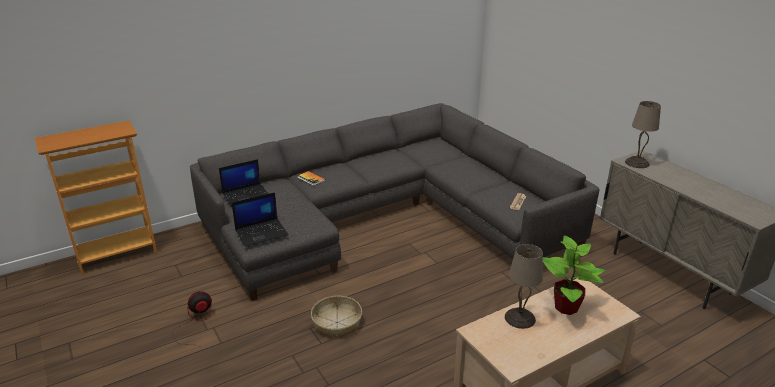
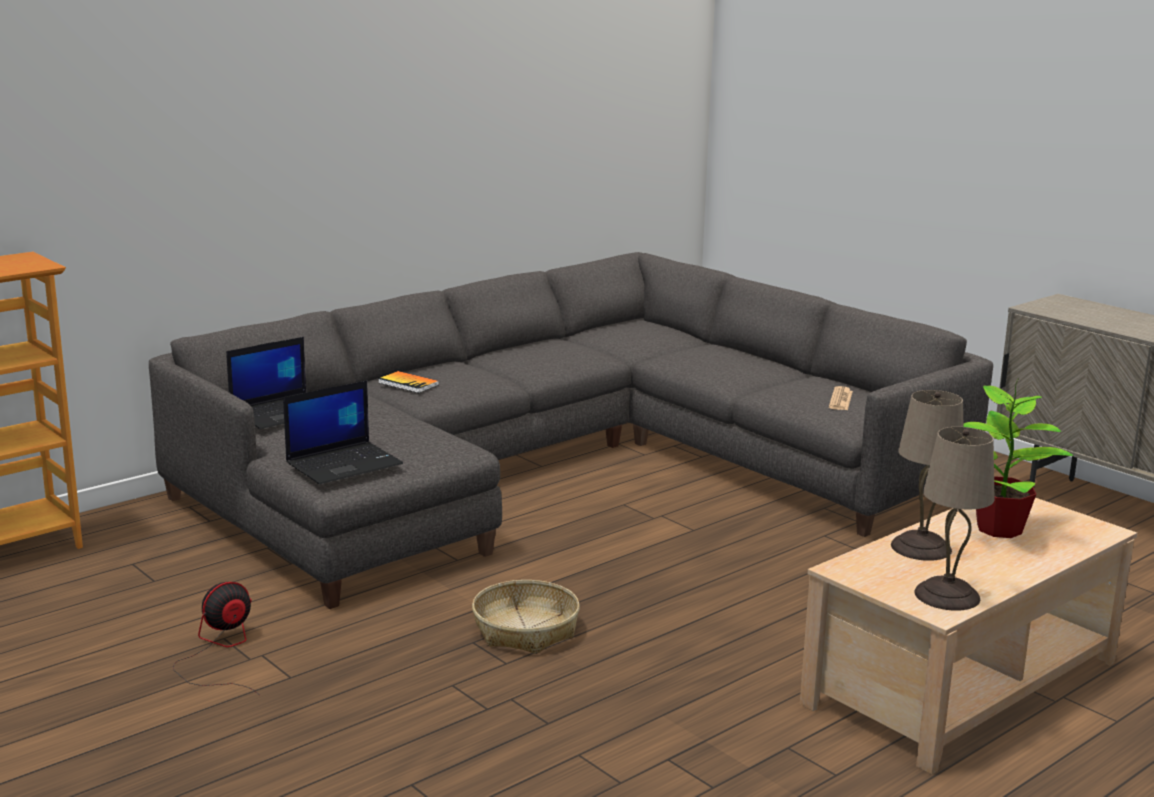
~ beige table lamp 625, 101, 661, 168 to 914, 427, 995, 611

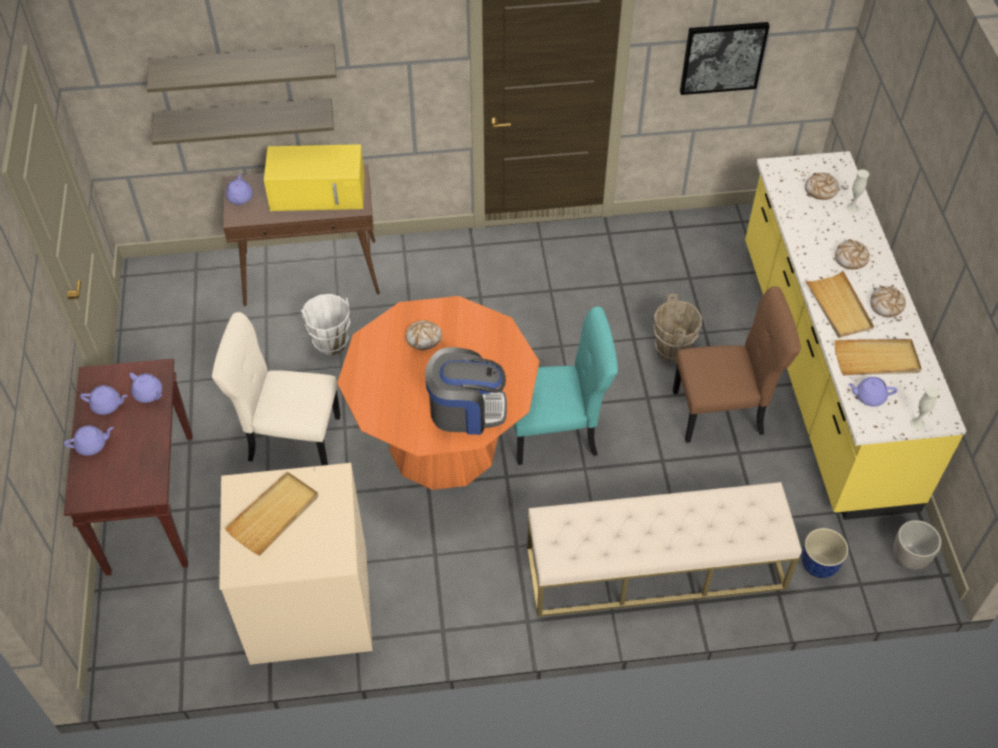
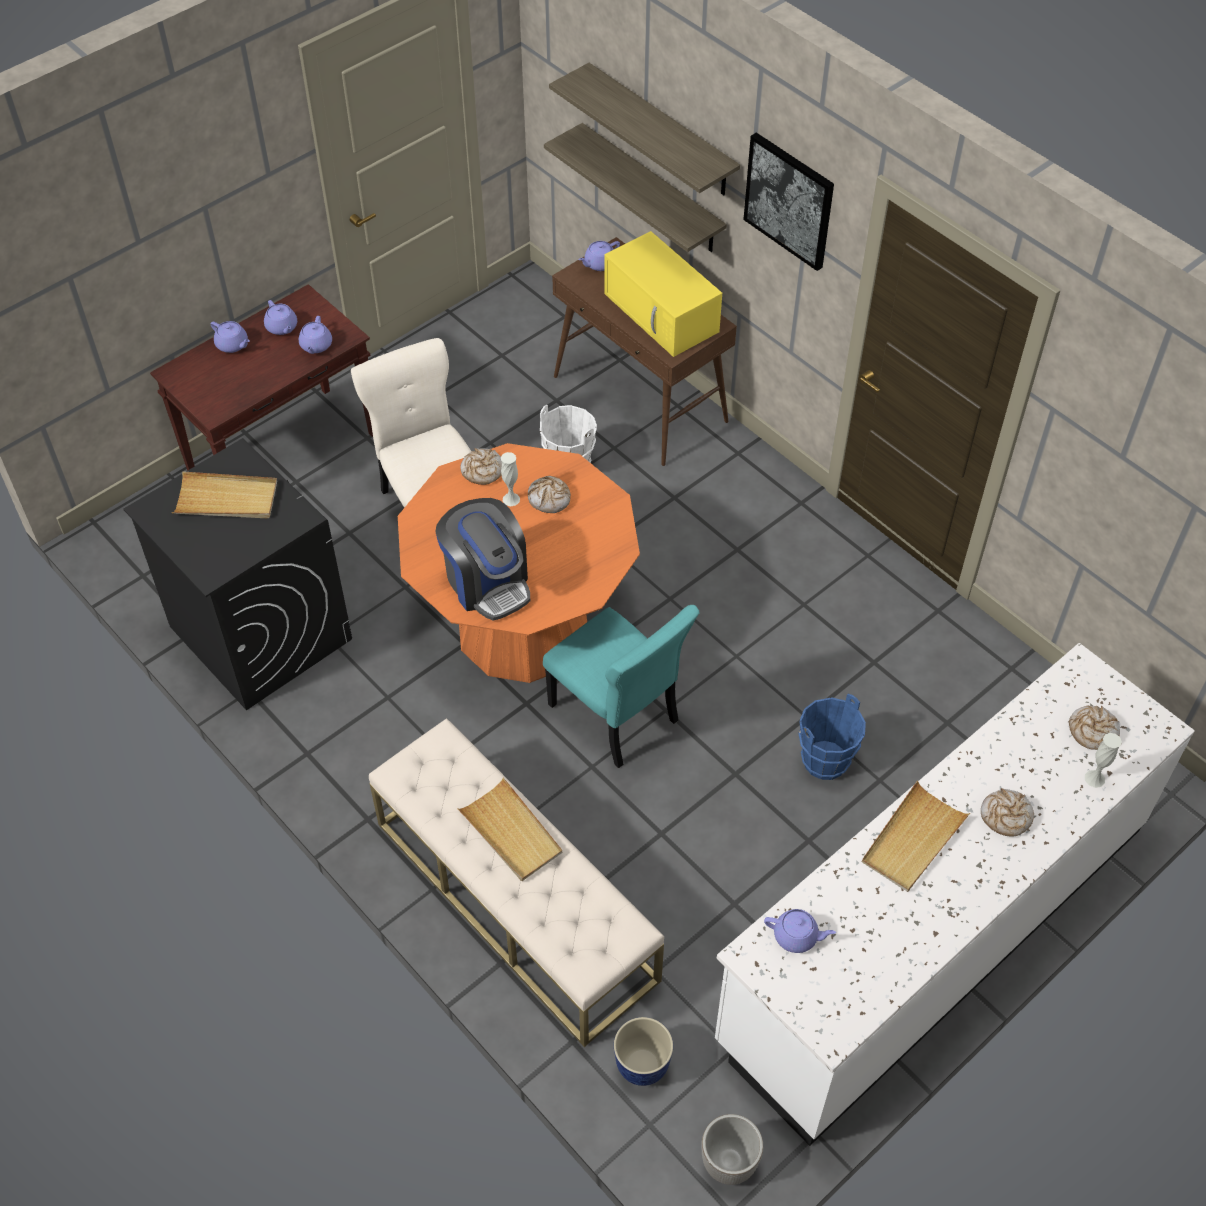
~ beige washing machine 219, 463, 373, 665 to black washing machine 123, 438, 352, 710
~ beige tray 834, 339, 922, 376 to 457, 777, 562, 881
~ bread 870, 286, 906, 317 to 460, 448, 502, 485
~ white vase 909, 386, 939, 430 to 501, 452, 520, 506
~ yellow counter 745, 151, 966, 520 to white counter 715, 643, 1195, 1146
~ picture 680, 22, 769, 95 to 743, 133, 834, 271
~ purple teapot 848, 377, 897, 407 = 764, 909, 836, 953 135 degrees clockwise
~ brown bucket 653, 293, 702, 362 to blue bucket 798, 694, 866, 780
- brown chair 673, 286, 801, 443

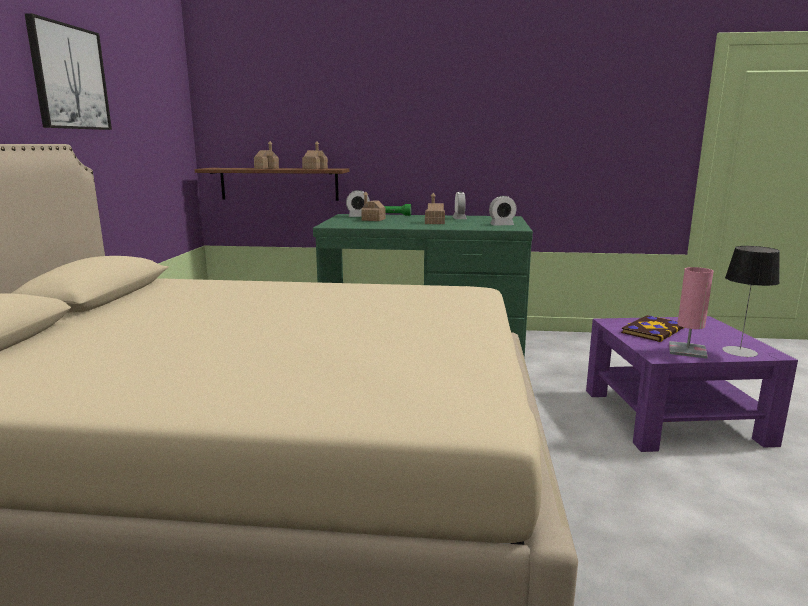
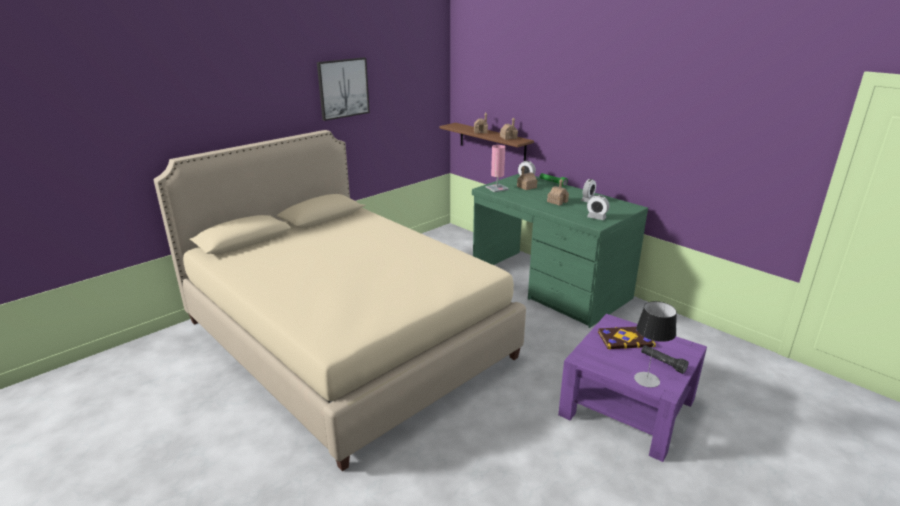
~ pink table lamp 669, 267, 713, 359 to 485, 145, 509, 192
+ black flashlight 641, 345, 688, 374

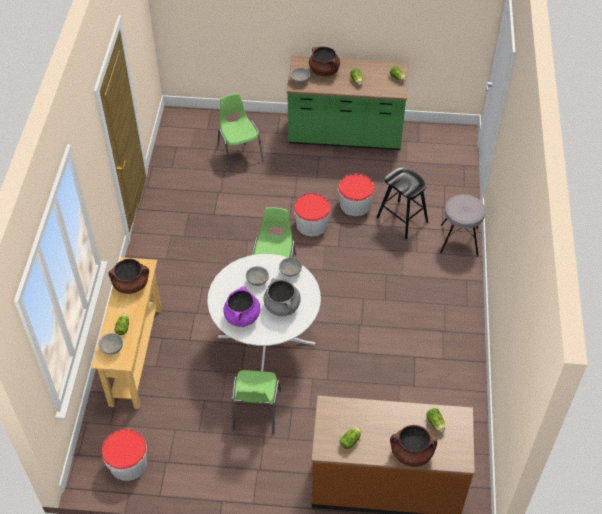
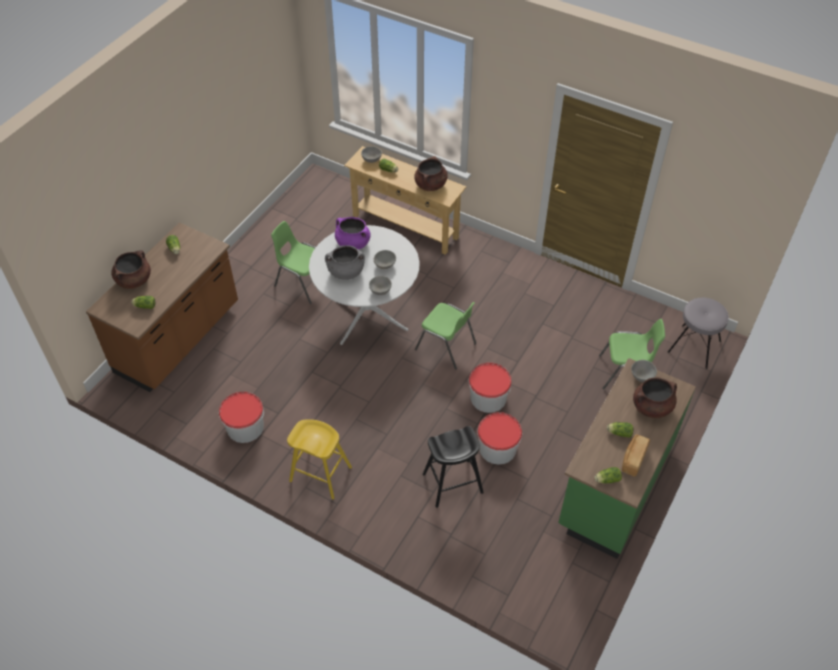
~ bucket 101, 429, 147, 481 to 219, 392, 264, 443
+ yellow stool 287, 419, 352, 499
+ bread 622, 434, 650, 477
~ grey stool 440, 195, 485, 256 to 668, 298, 729, 369

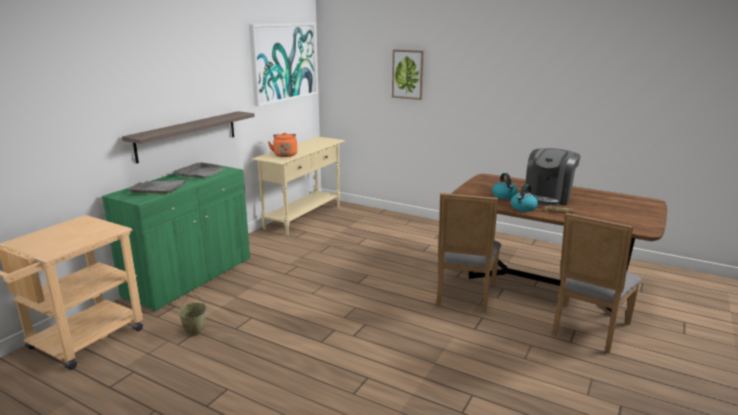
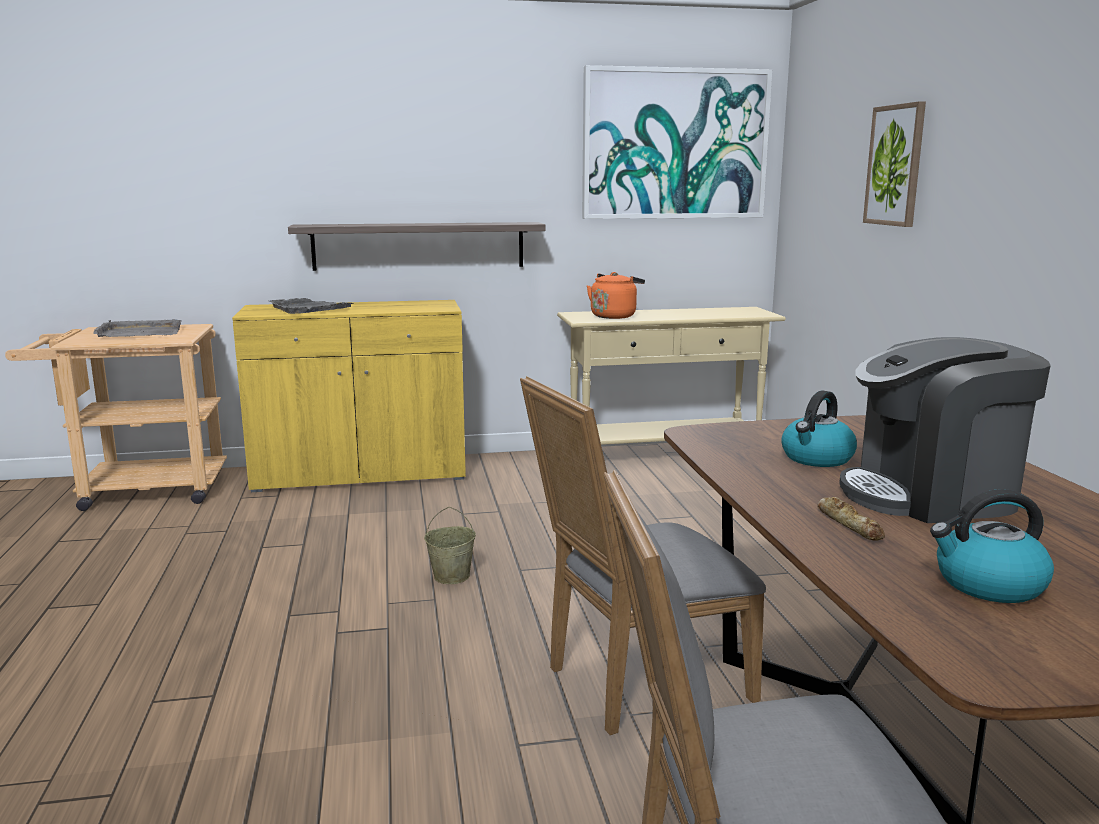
~ grey tray 174, 163, 226, 178 to 93, 319, 181, 337
~ green cabinet 102, 163, 250, 312 to yellow cabinet 232, 300, 466, 492
~ beige bucket 178, 295, 207, 336 to 424, 507, 476, 584
~ kettle 511, 184, 538, 211 to 930, 489, 1054, 603

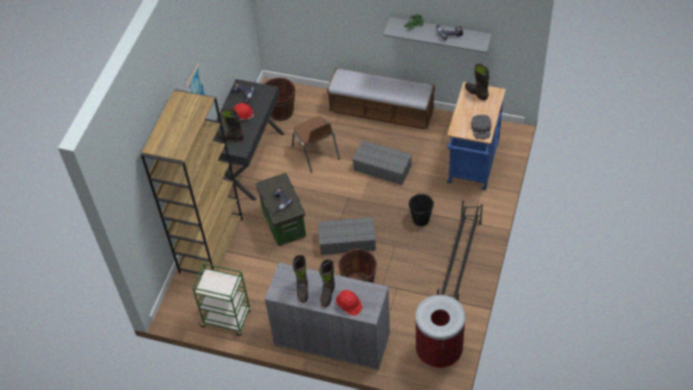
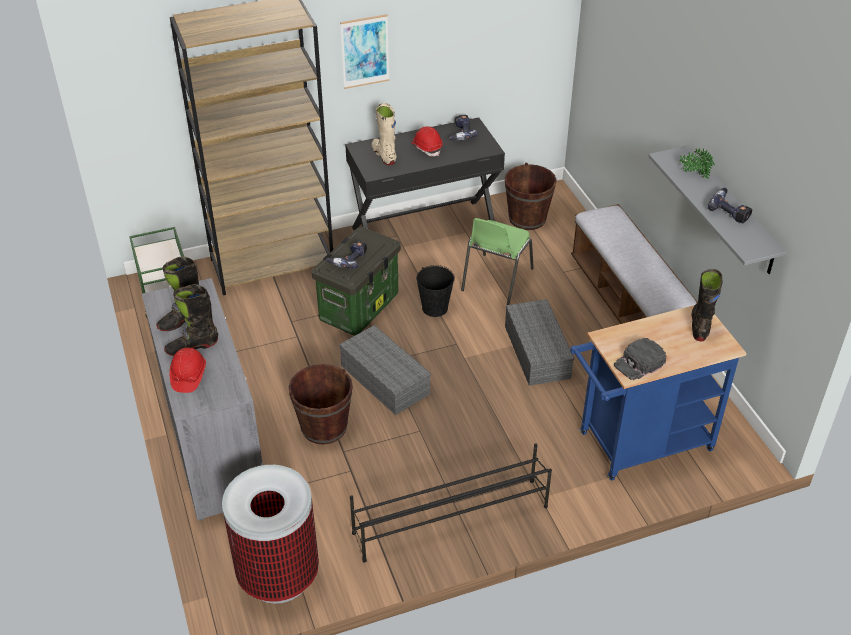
~ black boot 216, 109, 244, 142 to beige boot 371, 103, 397, 165
~ black bucket 408, 194, 434, 226 to 416, 265, 455, 317
~ brown chair 292, 116, 340, 173 to green chair 461, 218, 534, 305

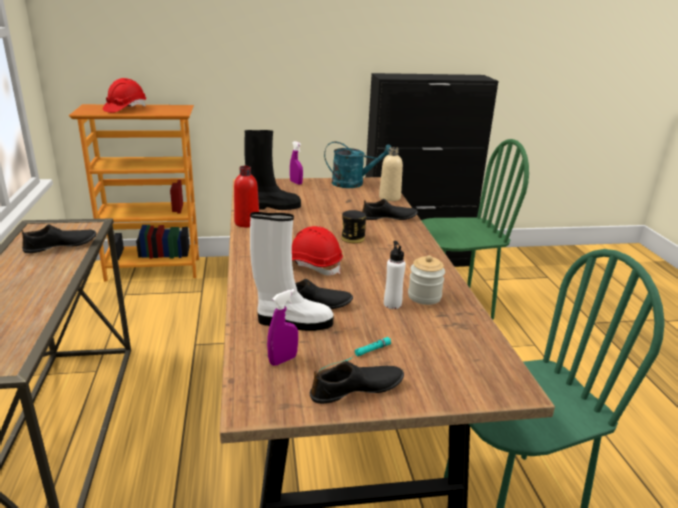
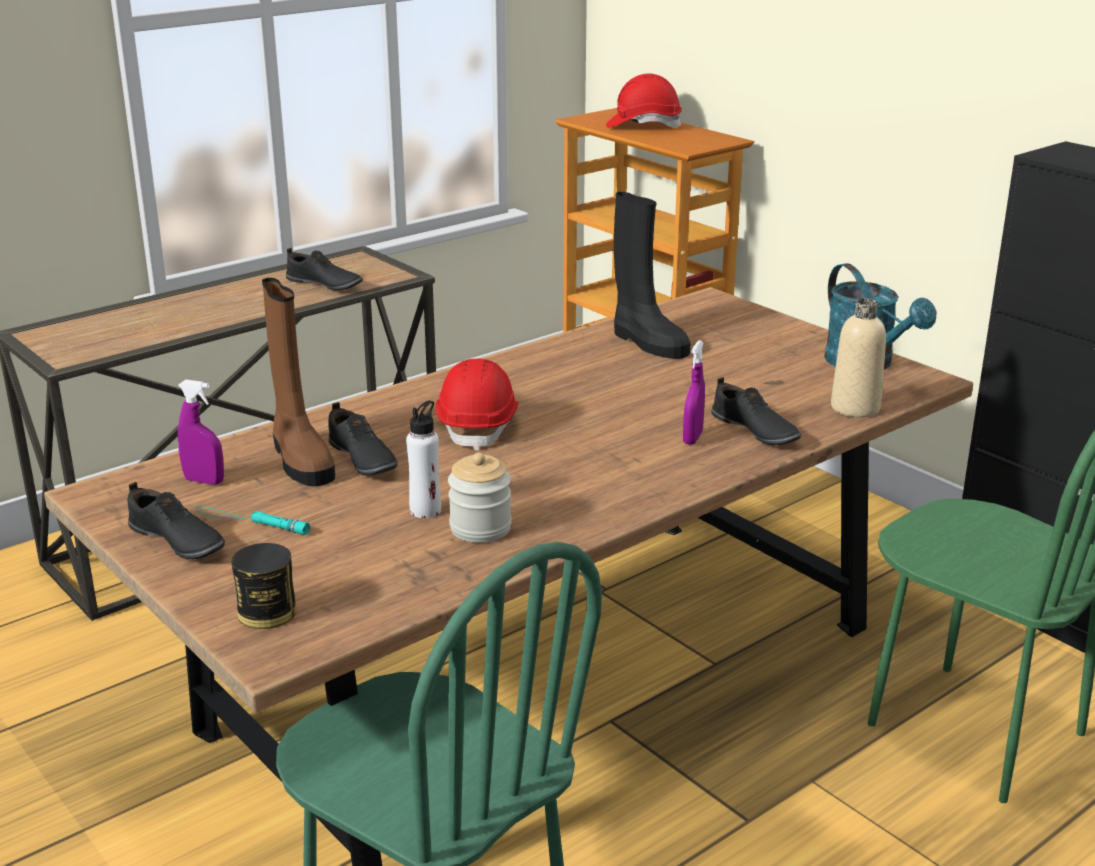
~ can 341, 210, 366, 243 to 231, 543, 296, 629
~ white boot 250, 212, 333, 331 to brown boot 262, 278, 335, 486
~ purple spray bottle 290, 141, 303, 185 to 683, 340, 705, 445
- red bottle 234, 166, 259, 227

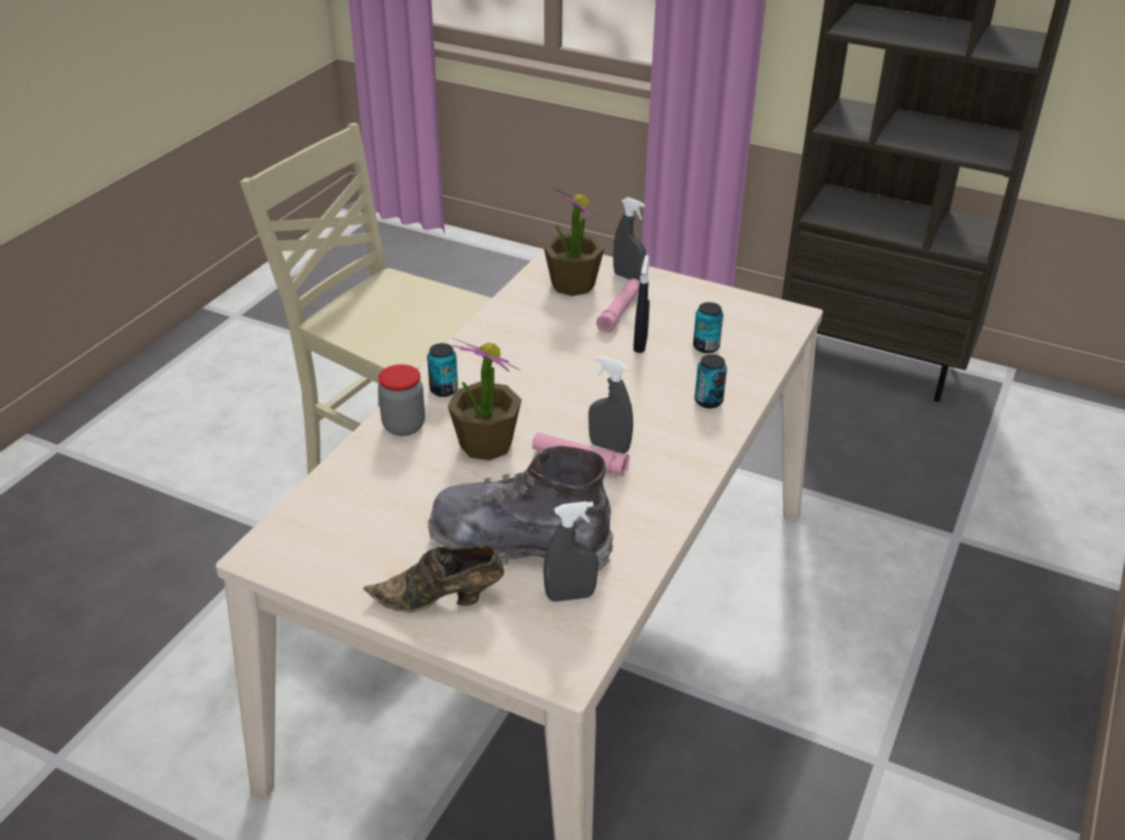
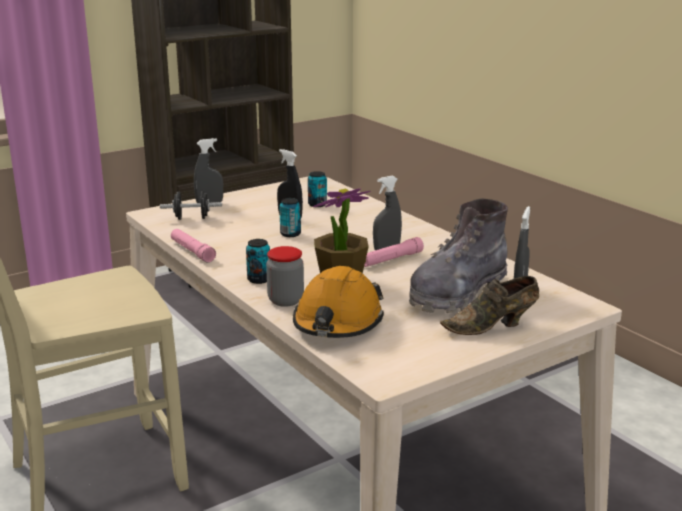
~ potted plant 543, 187, 604, 296 to black dumbbell 160, 191, 222, 220
~ pink flashlight 597, 279, 640, 332 to 171, 229, 216, 262
~ can 695, 354, 727, 408 to 279, 198, 301, 237
+ orange hard hat 293, 266, 384, 338
~ brown shoe 363, 545, 504, 612 = 440, 276, 539, 335 45 degrees clockwise

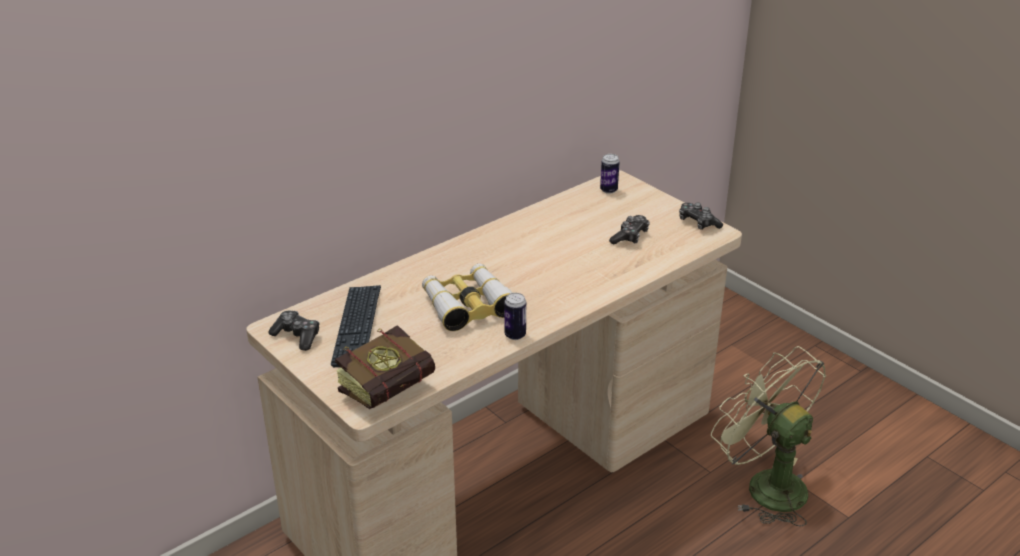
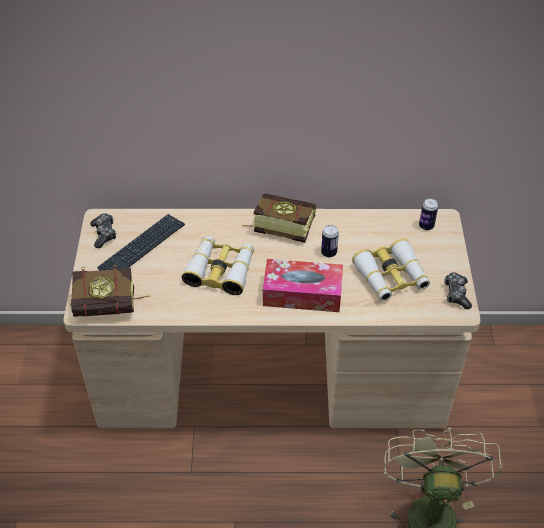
+ book 243, 193, 316, 243
+ tissue box 263, 259, 343, 312
~ can 504, 293, 526, 340 to 321, 225, 339, 257
~ game controller 609, 215, 650, 244 to binoculars 352, 238, 430, 301

